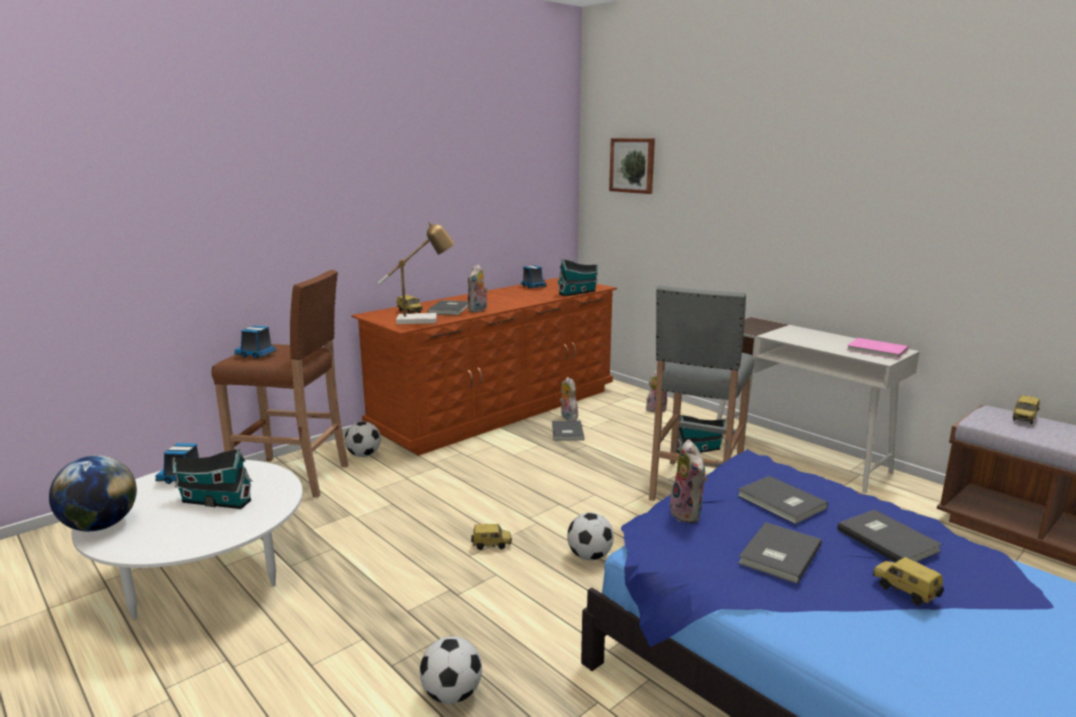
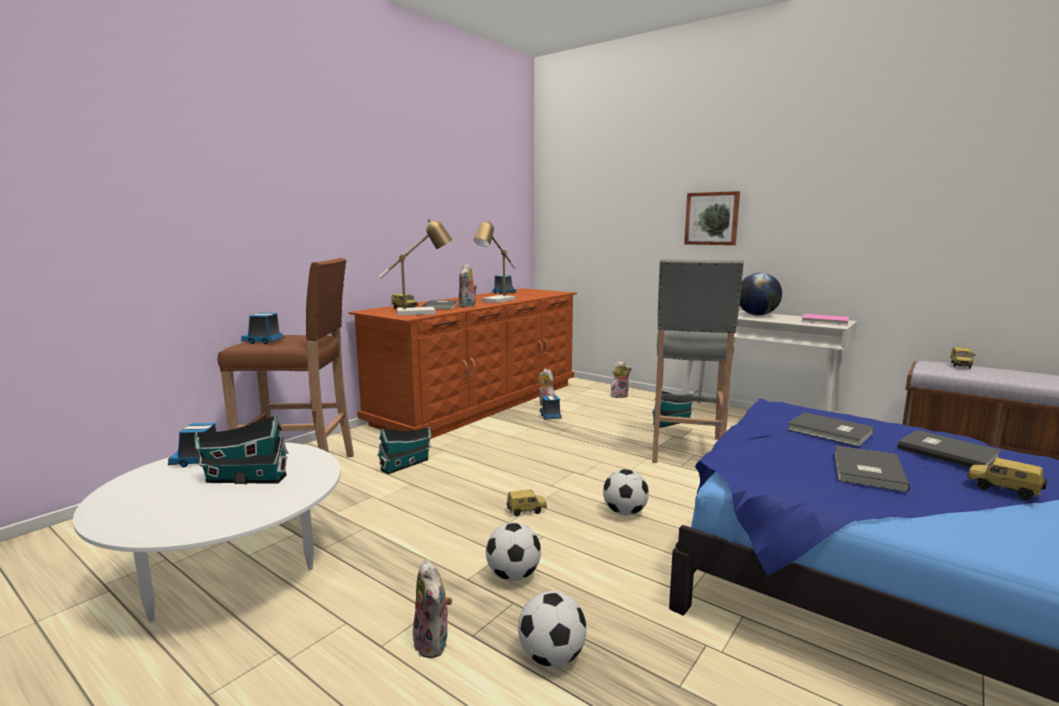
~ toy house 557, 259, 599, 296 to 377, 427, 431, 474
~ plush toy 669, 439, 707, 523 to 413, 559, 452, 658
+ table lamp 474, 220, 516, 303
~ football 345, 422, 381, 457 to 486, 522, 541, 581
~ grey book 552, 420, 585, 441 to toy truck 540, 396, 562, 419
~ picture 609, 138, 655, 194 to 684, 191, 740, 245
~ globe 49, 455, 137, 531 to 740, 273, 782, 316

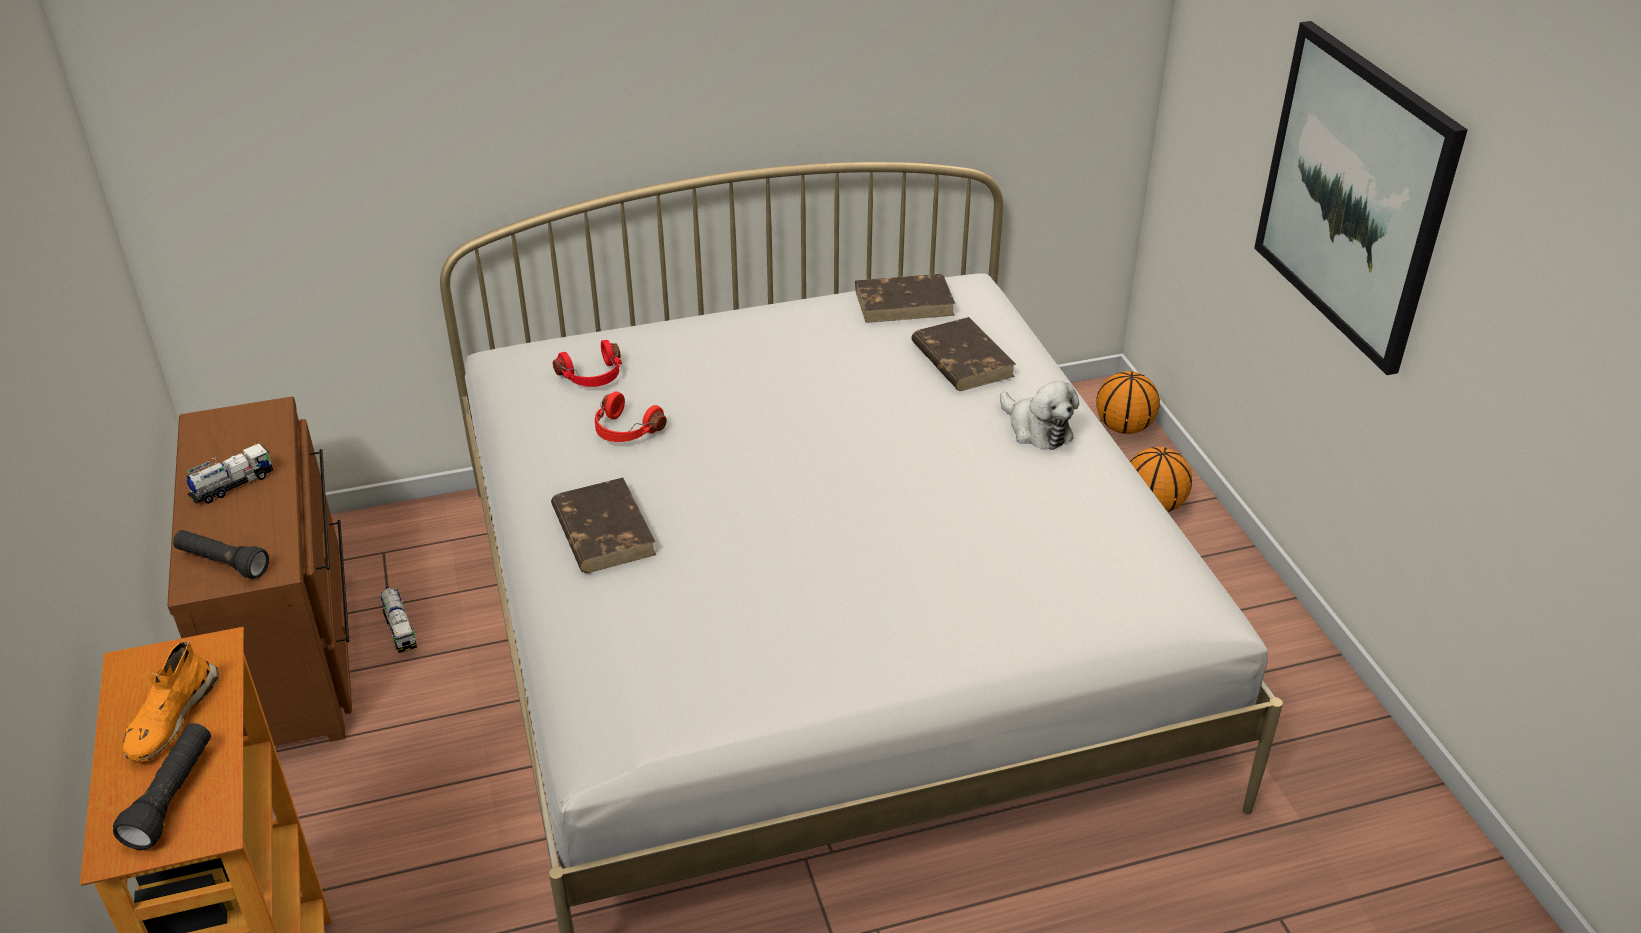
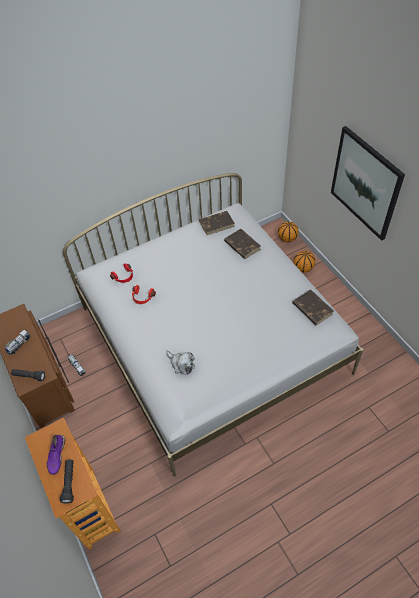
~ orange shoe 123, 641, 219, 762 to purple shoe 47, 434, 66, 475
~ plush toy 1000, 381, 1079, 450 to 166, 351, 195, 375
~ brown book 551, 478, 657, 573 to 292, 289, 334, 325

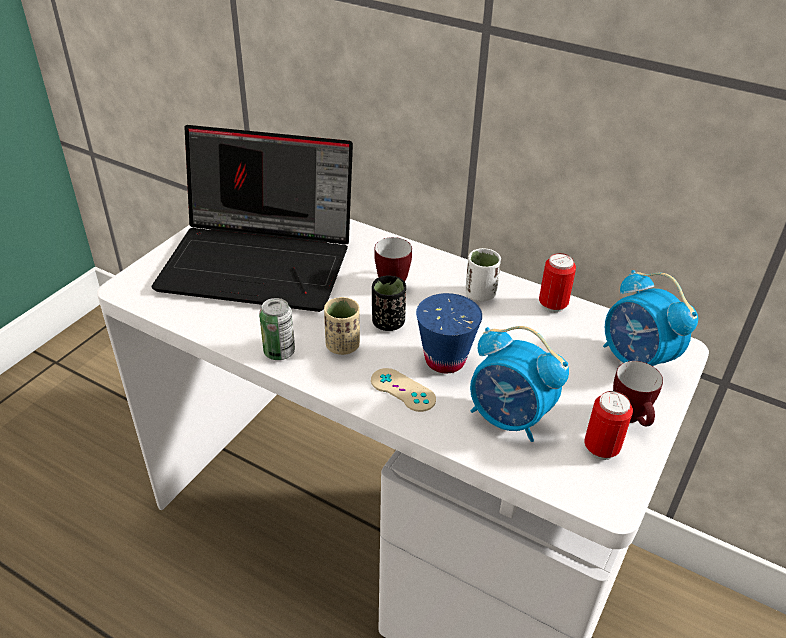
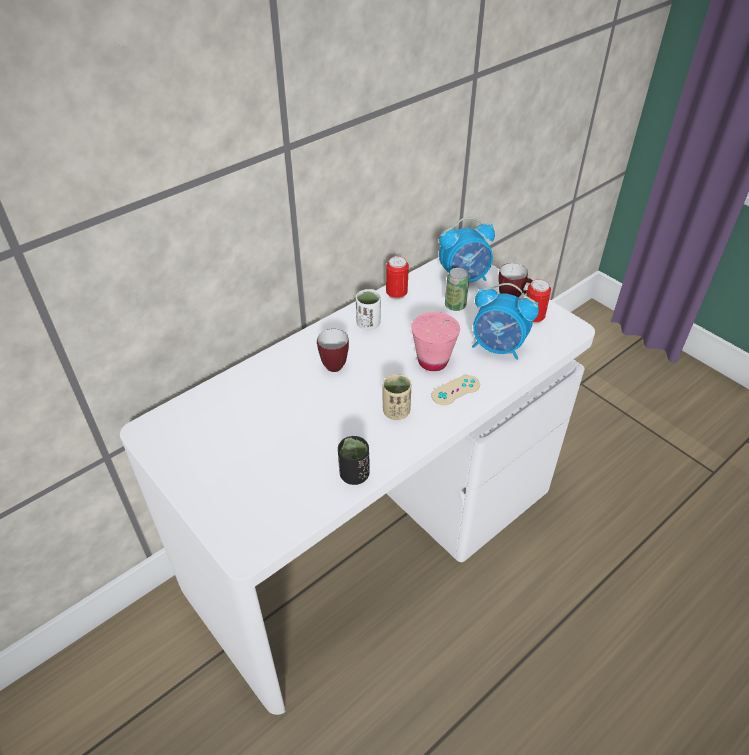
~ black cup 372, 275, 406, 331 to 338, 436, 370, 485
~ blue cup 416, 293, 482, 373 to pink cup 411, 312, 460, 371
~ can 259, 298, 295, 360 to 445, 268, 469, 311
~ alarm clock 470, 326, 569, 442 = 472, 283, 539, 360 60 degrees clockwise
- laptop 152, 125, 353, 312

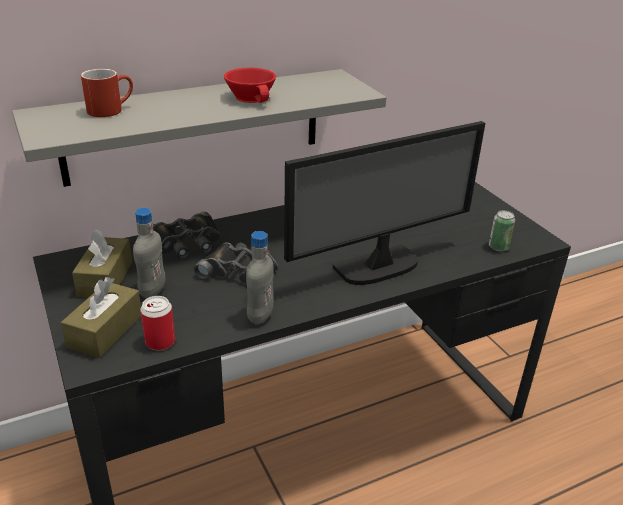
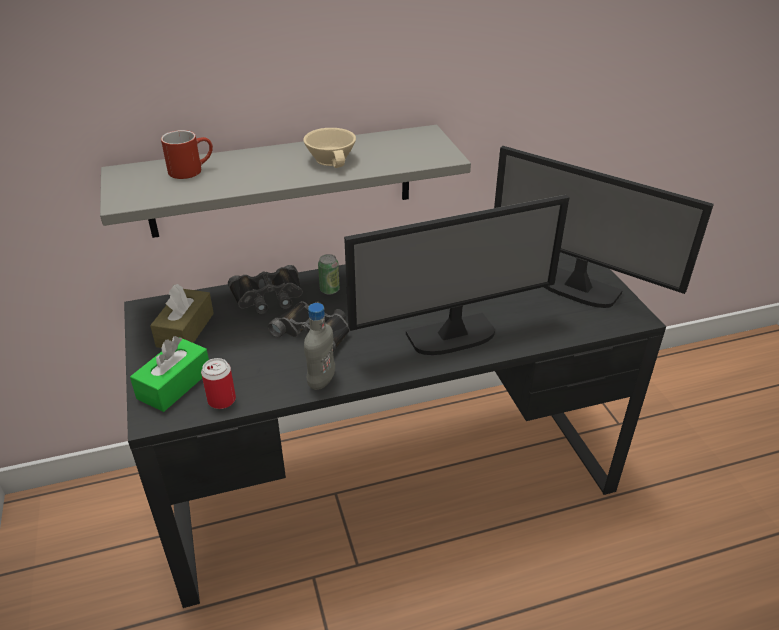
~ brown tissue box 61, 277, 141, 358 to green tissue box 130, 336, 209, 412
~ red cup 224, 68, 276, 103 to beige cup 303, 128, 356, 168
~ can 489, 210, 515, 251 to 318, 254, 340, 295
+ monitor 494, 146, 714, 308
- grey bottle 133, 208, 165, 298

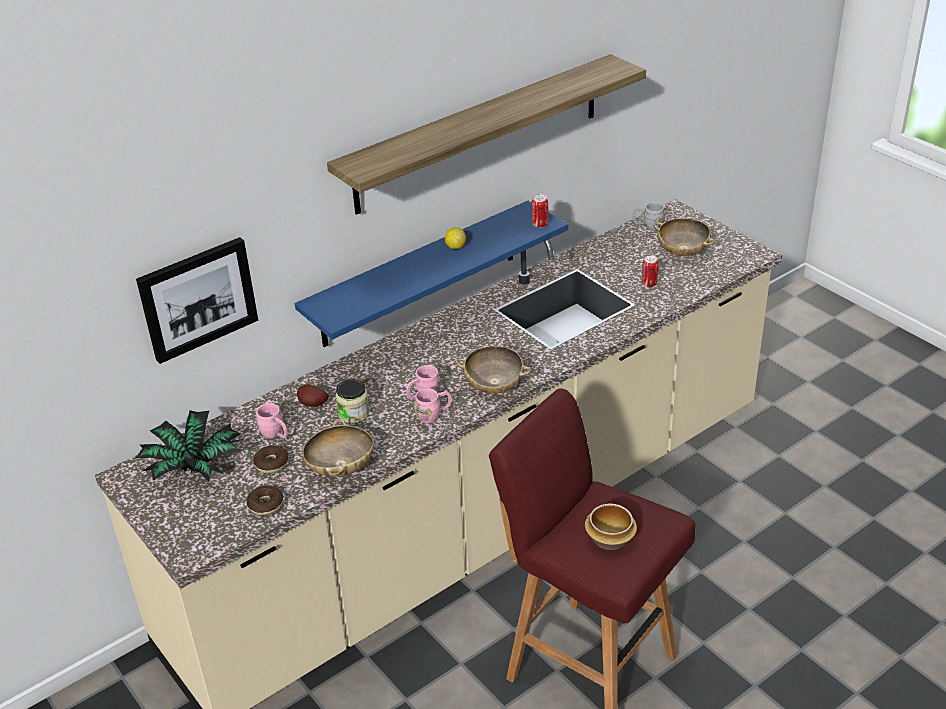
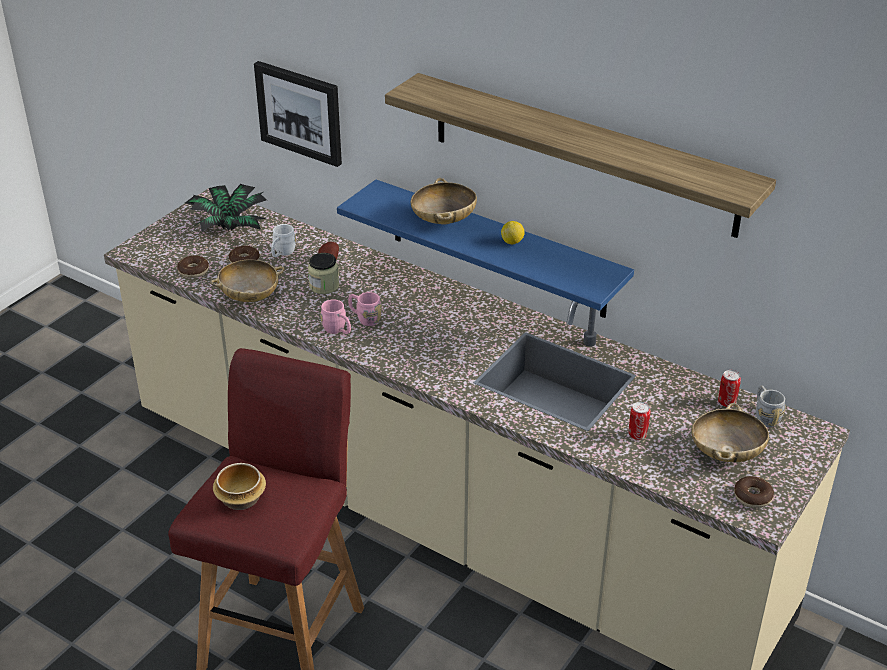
~ pink mug 256, 403, 288, 438 to white mug 271, 224, 296, 257
~ beige bowl 456, 346, 531, 393 to 411, 178, 477, 225
~ can 532, 194, 548, 228 to 718, 370, 741, 407
+ donut 734, 476, 774, 508

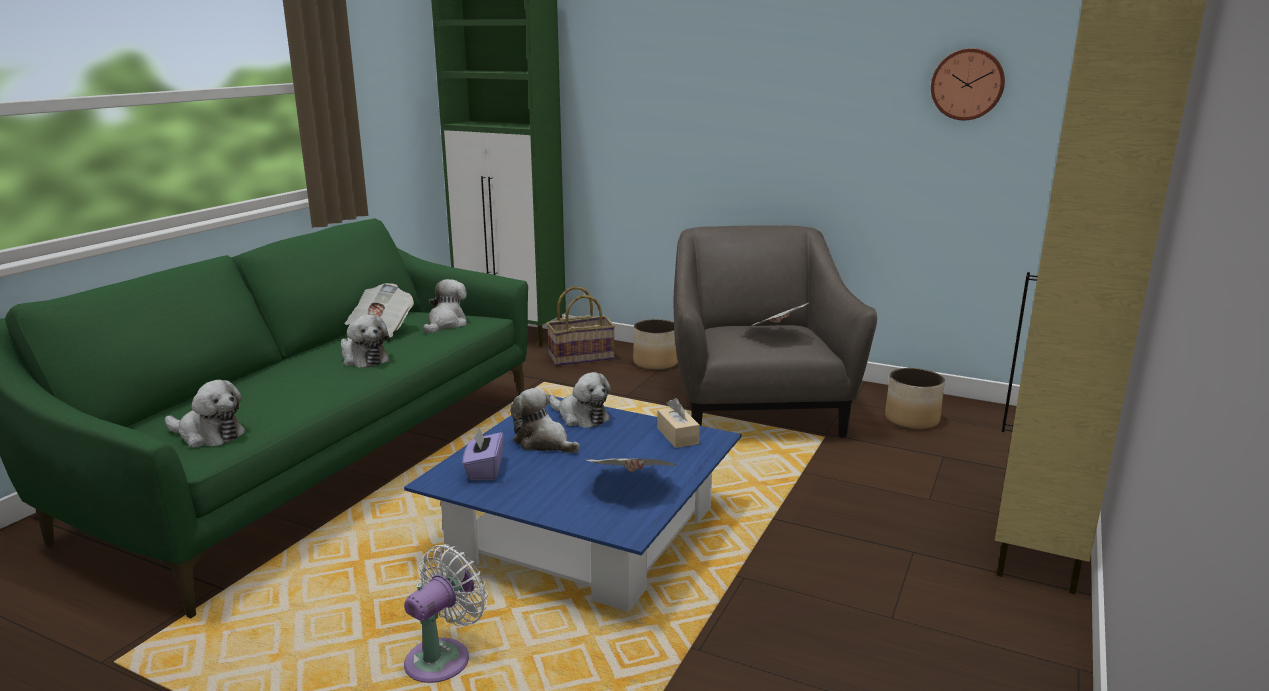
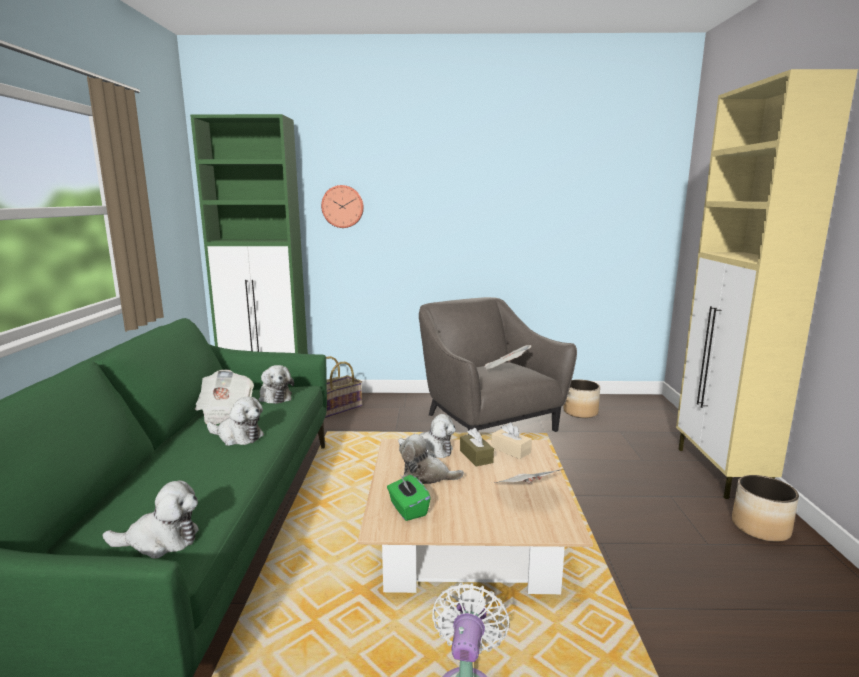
~ plush toy 423, 279, 467, 334 = 259, 365, 294, 404 150 degrees clockwise
~ wall clock 931, 48, 1005, 120 to 321, 185, 364, 228
~ blue coffee table 404, 395, 742, 612 to beige coffee table 358, 439, 593, 594
~ purple tissue box 463, 427, 504, 480 to green tissue box 387, 474, 431, 521
+ brown tissue box 460, 428, 494, 467
~ planter 633, 319, 678, 370 to 732, 475, 799, 542

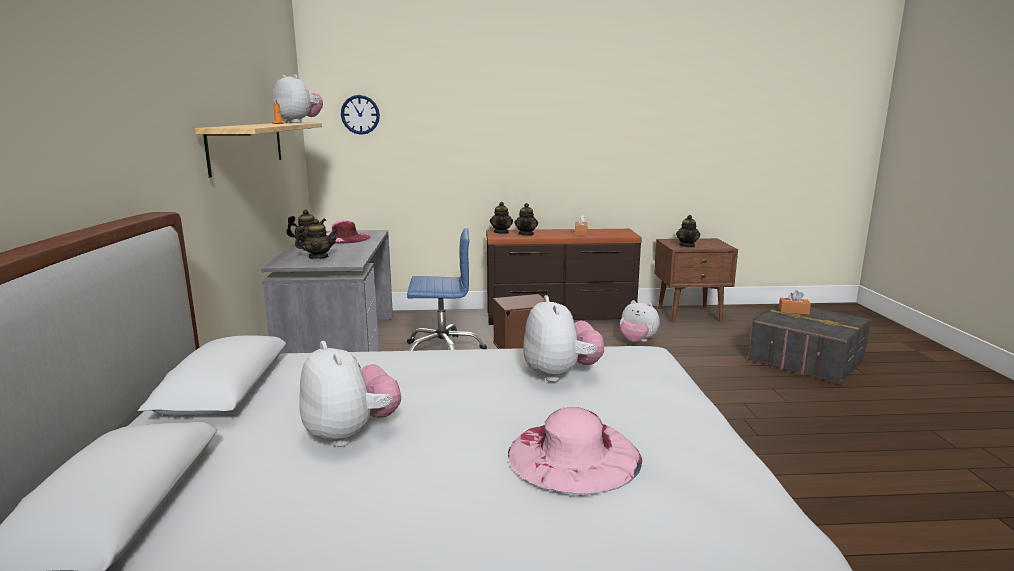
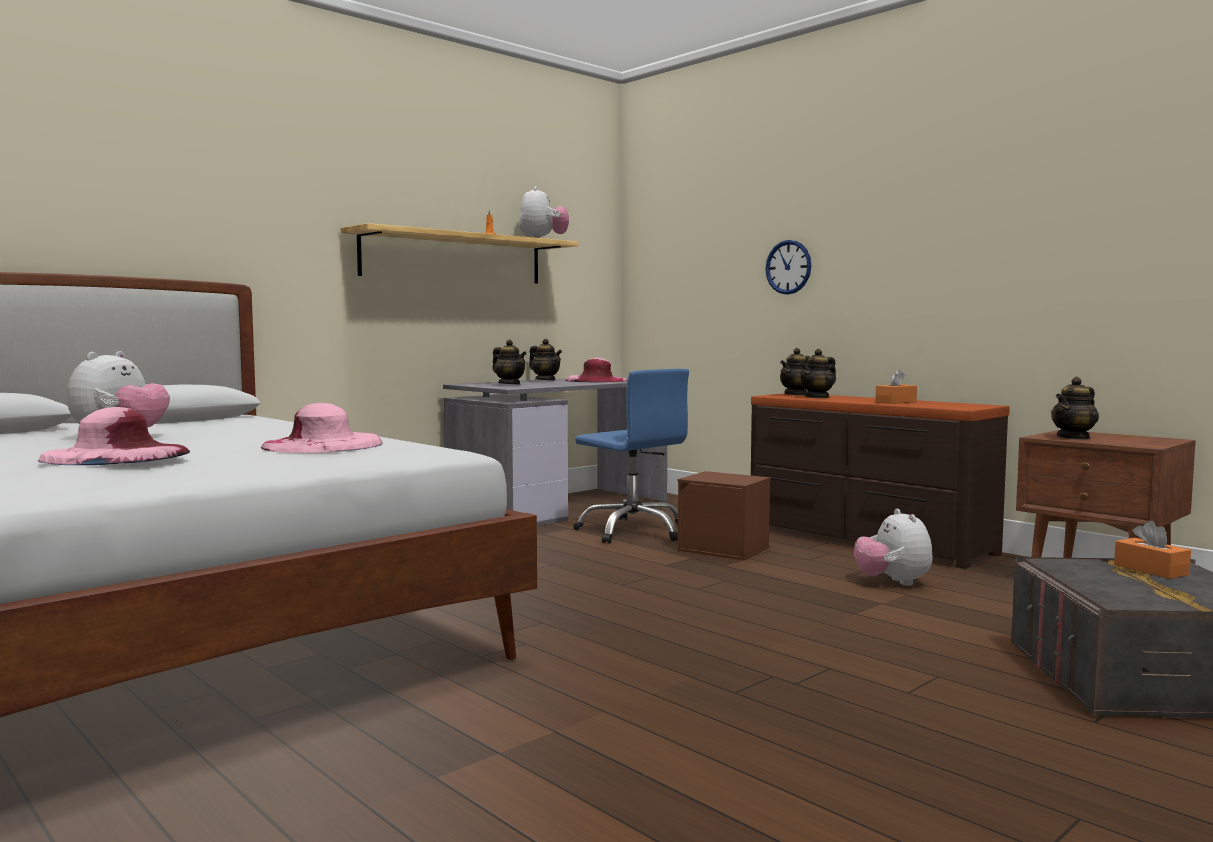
~ plush toy 523, 295, 604, 382 to pink hat 261, 403, 382, 453
~ wall clock 341, 95, 380, 135 to 765, 240, 811, 295

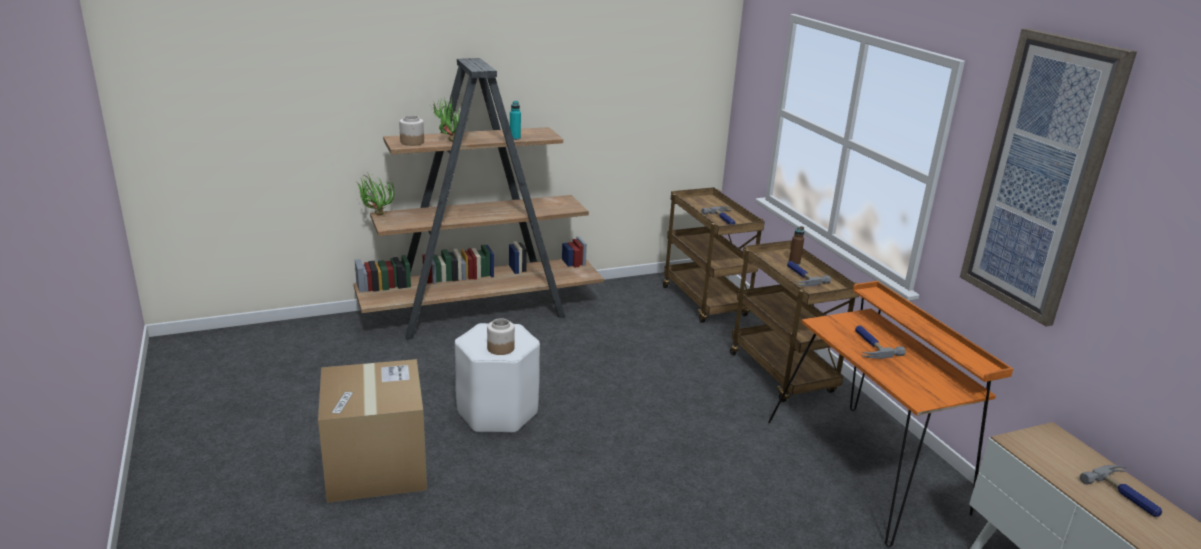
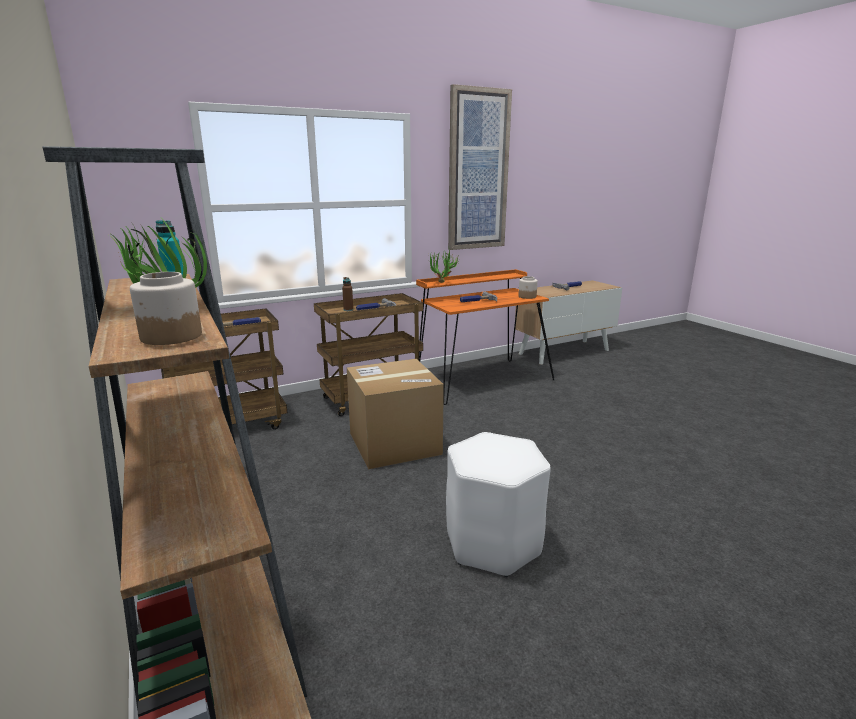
~ cardboard box 318, 359, 427, 503 to 347, 359, 444, 469
~ potted plant 356, 174, 395, 216 to 428, 246, 460, 283
~ jar 487, 318, 515, 355 to 518, 276, 538, 299

